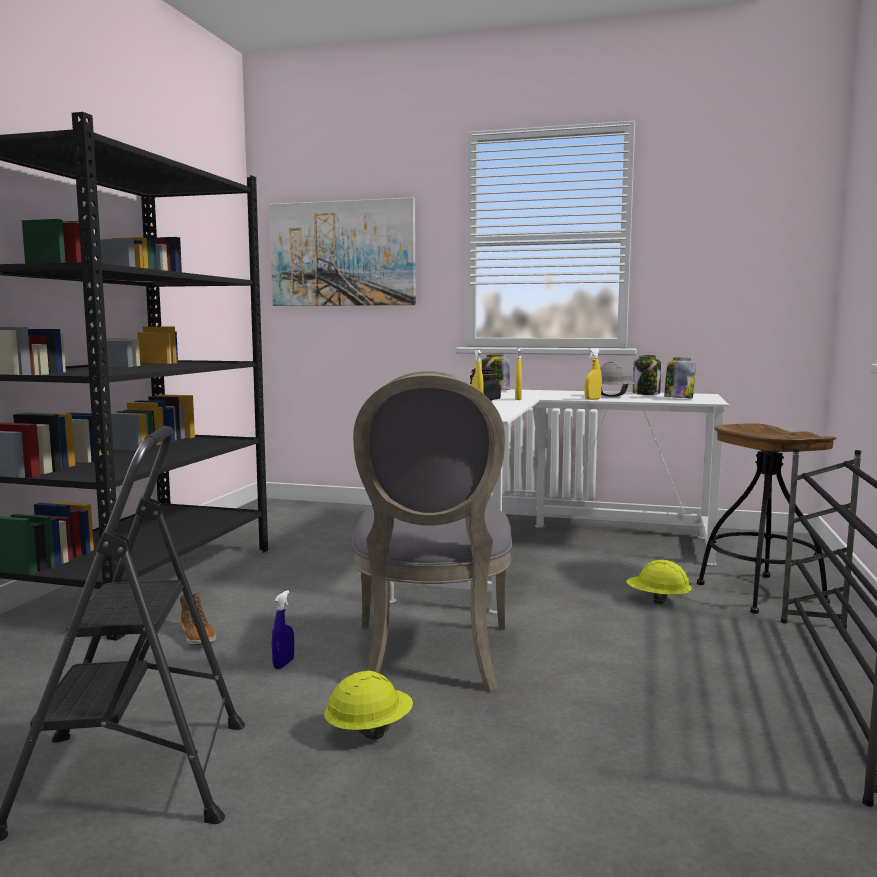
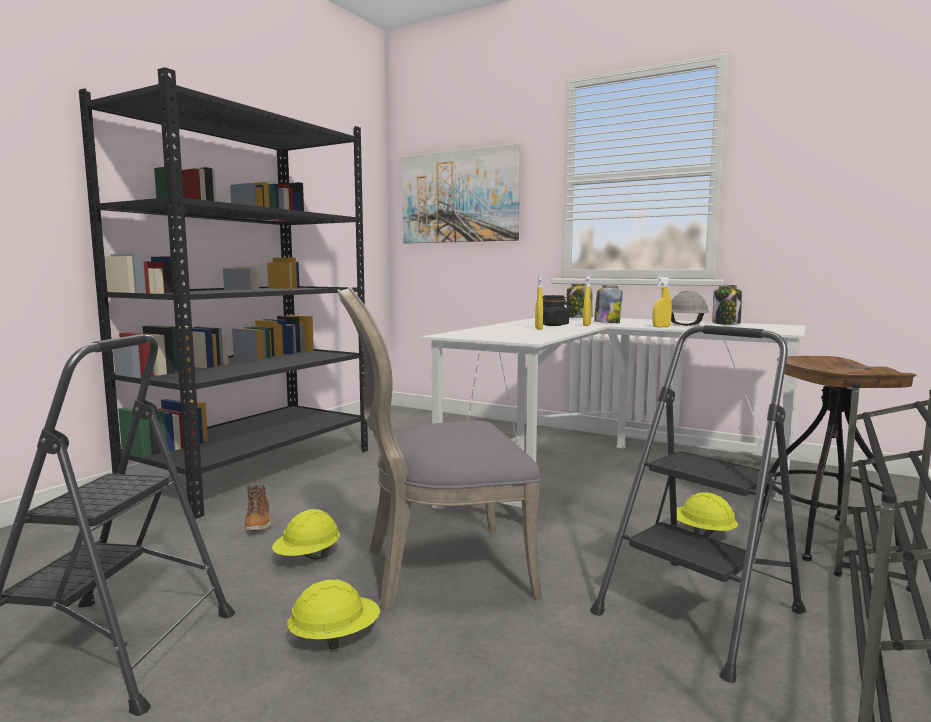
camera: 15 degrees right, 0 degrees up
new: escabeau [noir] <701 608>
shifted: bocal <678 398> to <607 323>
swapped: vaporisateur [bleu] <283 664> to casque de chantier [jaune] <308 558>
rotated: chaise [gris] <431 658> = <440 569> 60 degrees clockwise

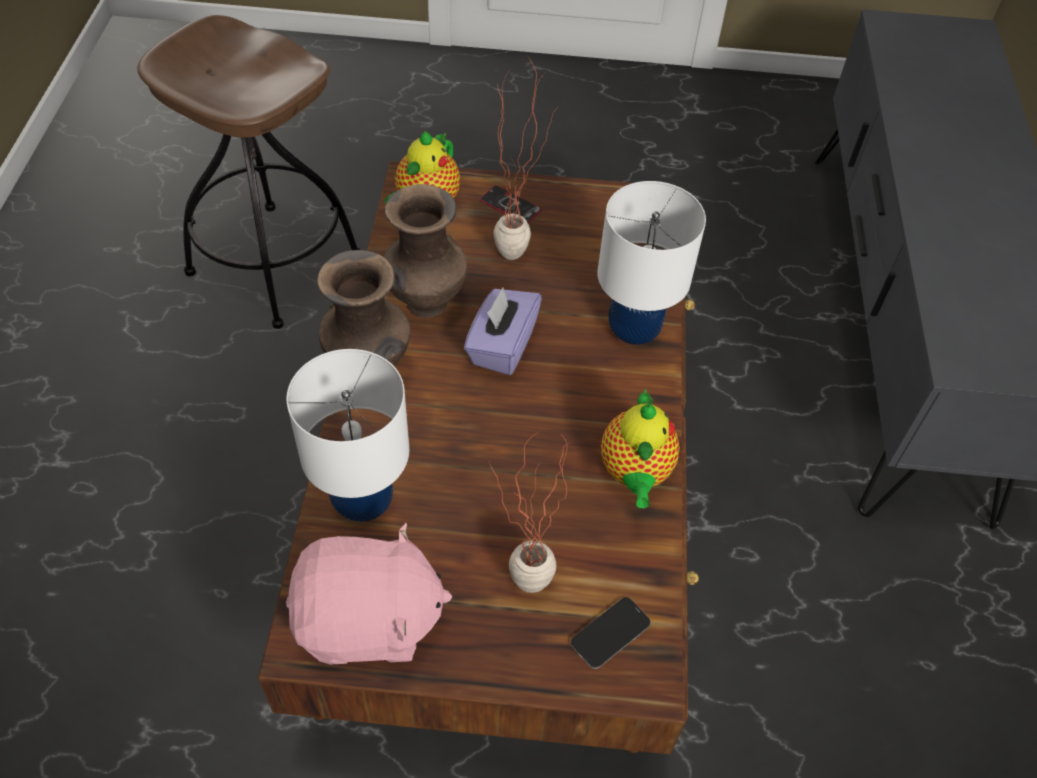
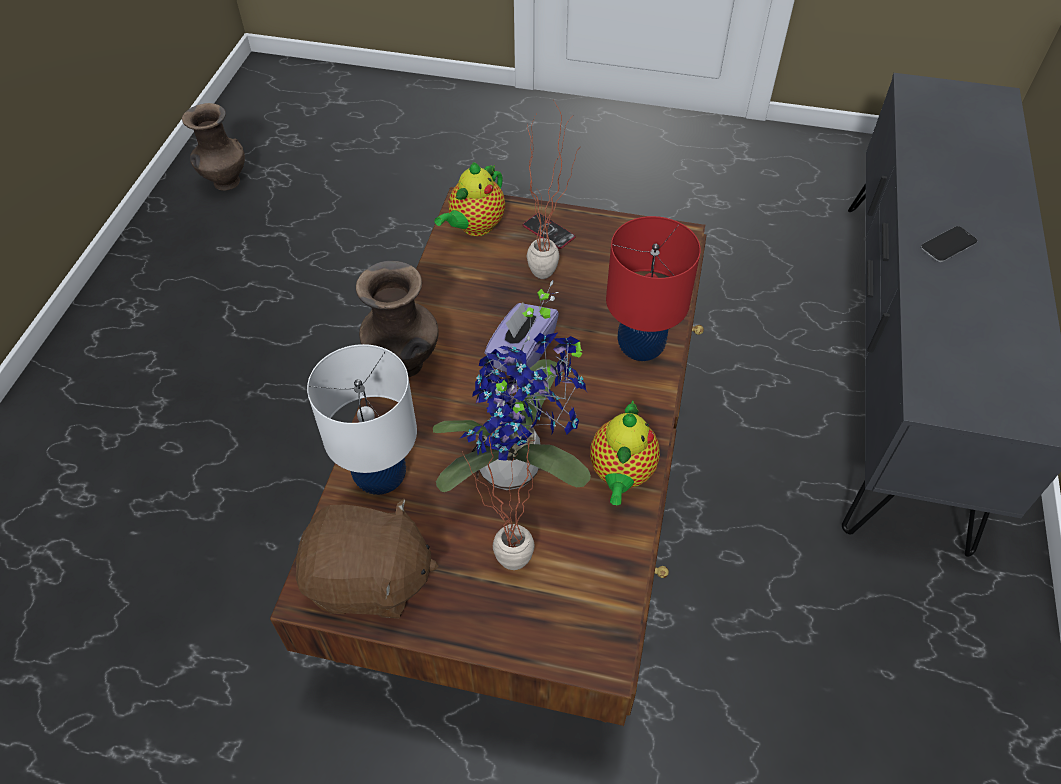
camera: 10 degrees right, 0 degrees up
gone: tabouret [marron] <273 263>
new: plante en pot <517 469>
shifted: vase [marron] <425 304> to <225 183>; téléphone <610 633> to <948 245>
repainted: peluche [rose] <368 621> to peluche [marron] <369 580>; lampe de table [blanc] <631 329> to lampe de table [rouge] <639 347>

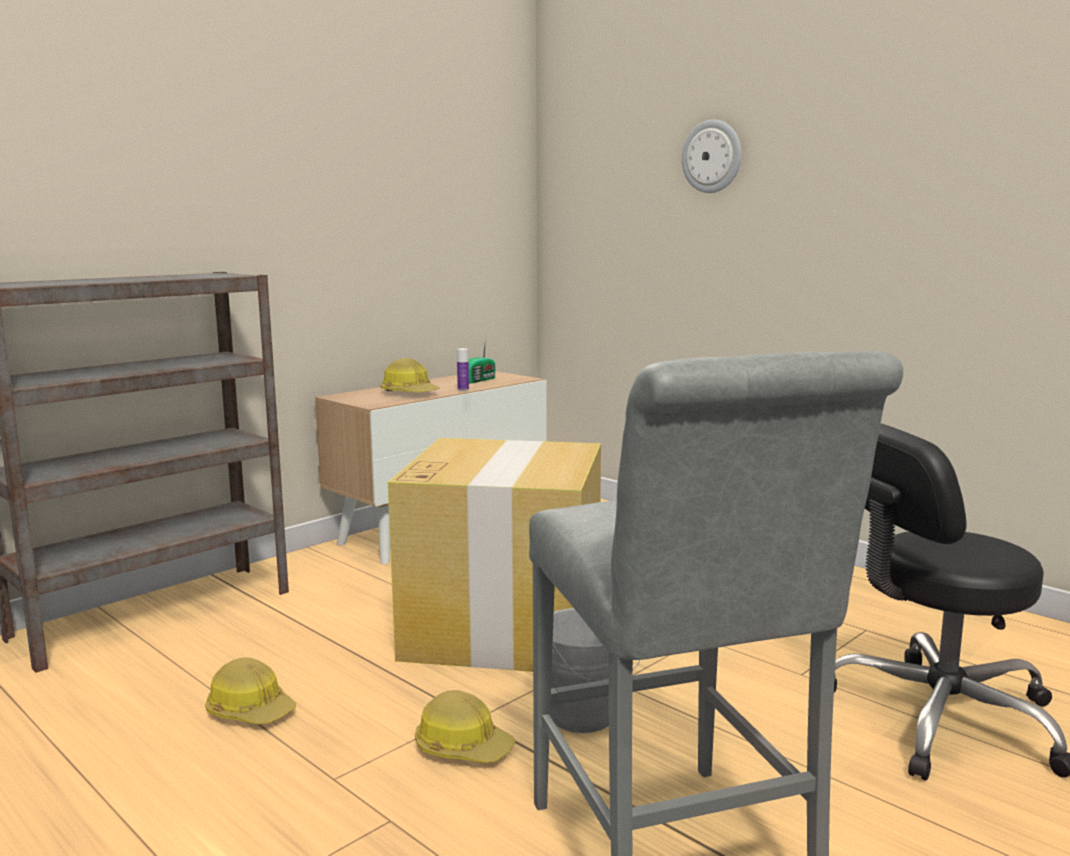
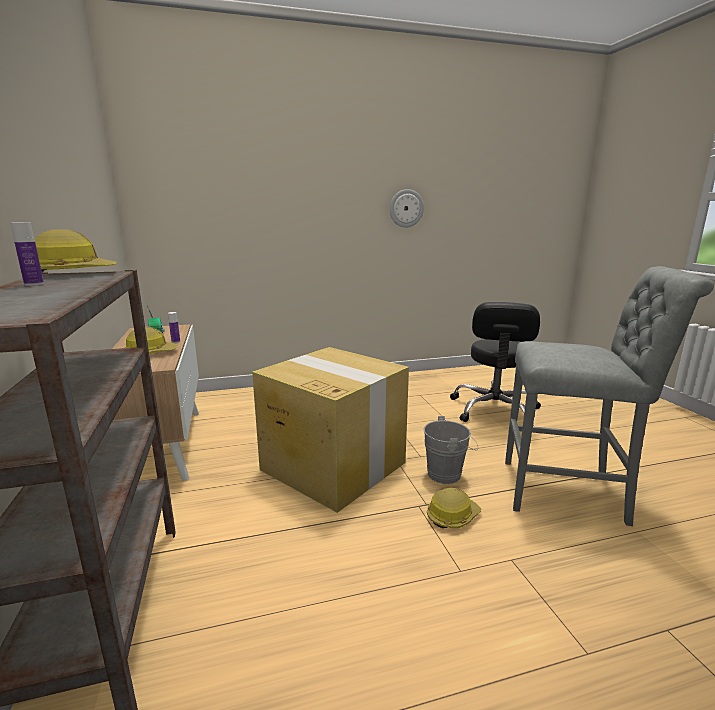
camera: 60 degrees left, 5 degrees up
new: bouteille <34 284>
shifted: casque de chantier <251 710> to <73 273>; horloge murale <712 156> to <406 208>

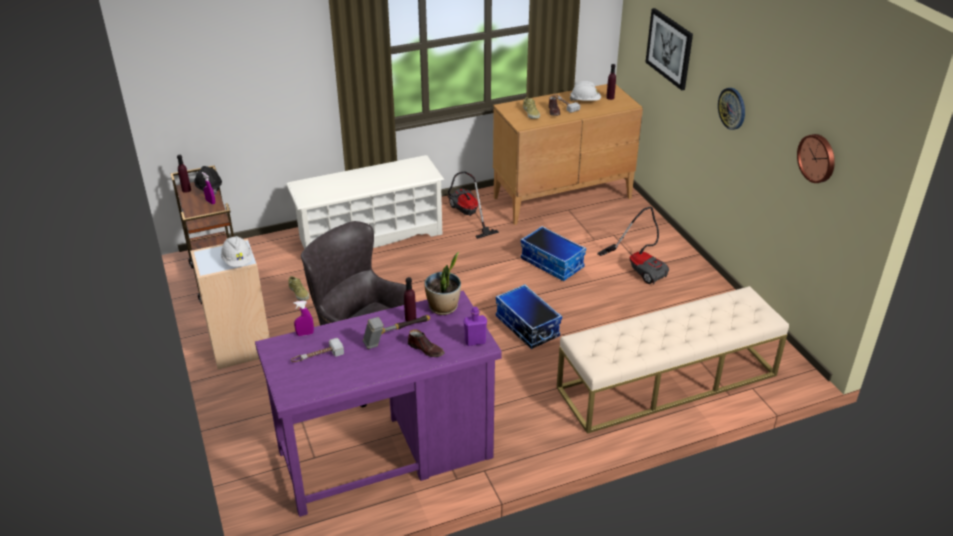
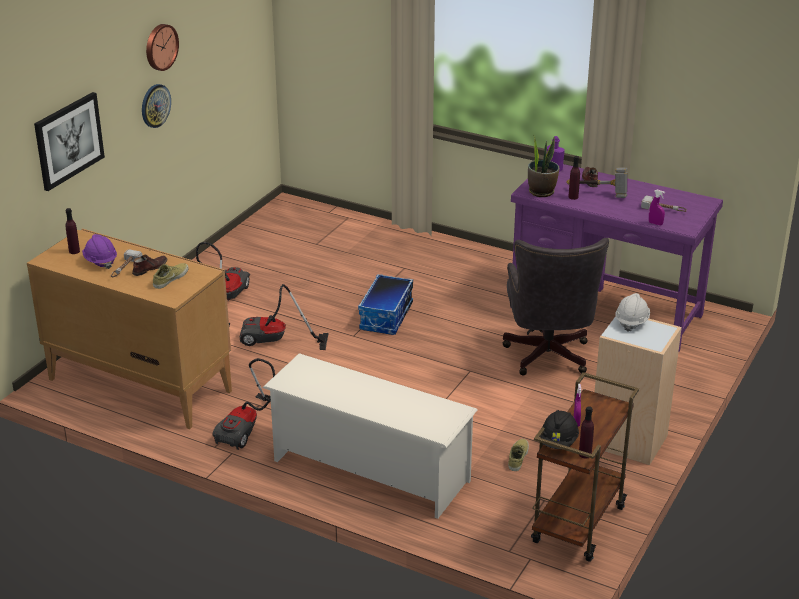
camera: 130 degrees left, 5 degrees down
gone: banc [beige] <667 382>
shifted: horloge murale <817 158> to <160 47>
swapped: boîte de rangement <552 263> to aspirateur <275 342>
repainted: casque de chantier [blanc] <585 101> to casque de chantier [violet] <100 261>

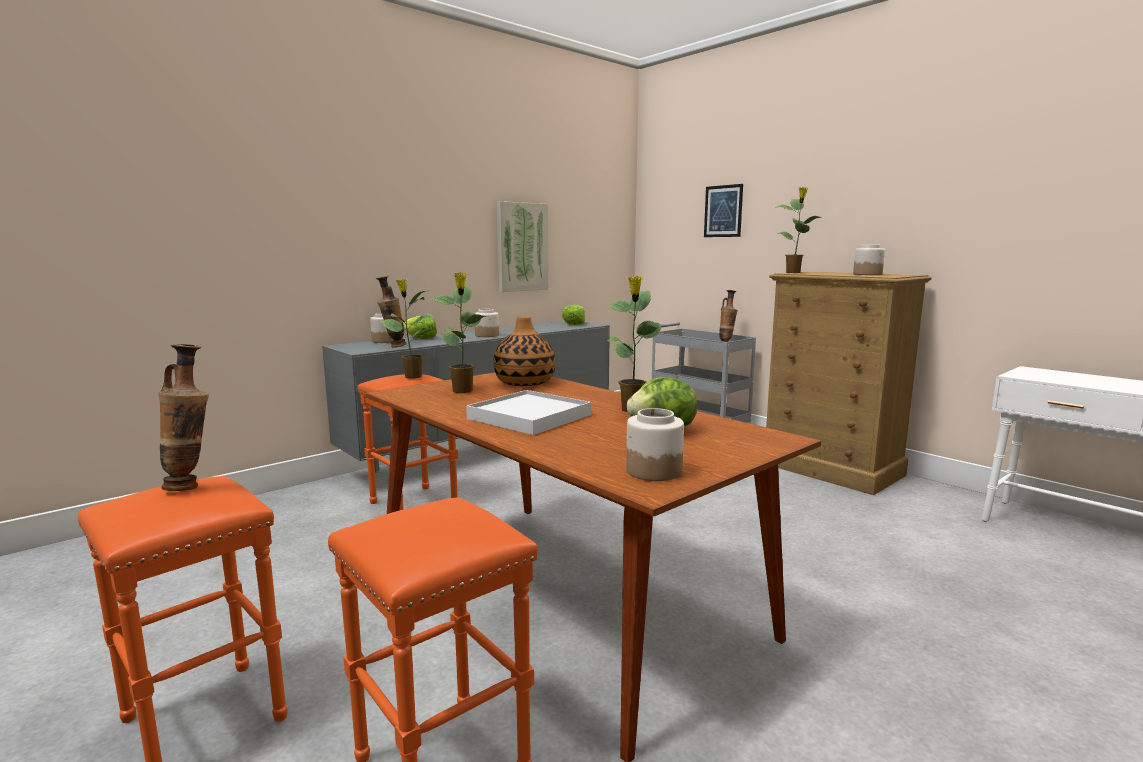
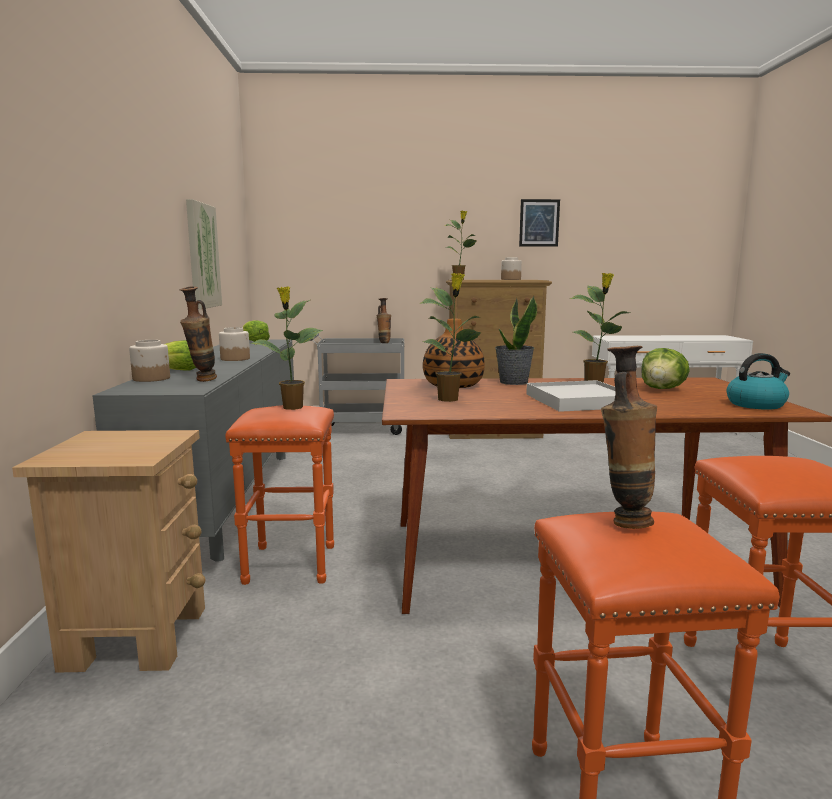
camera: 50 degrees left, 0 degrees up
new: table de chevet [beige] <139 636>; plante en pot <513 382>
shifted: tableau <723 211> to <539 223>
swapped: bocal <653 471> to bouilloire <756 404>

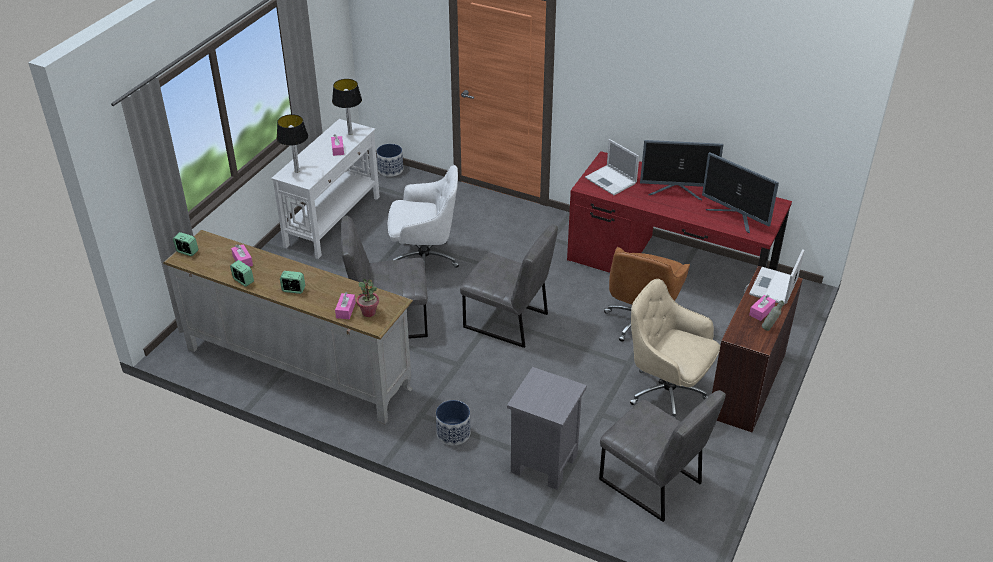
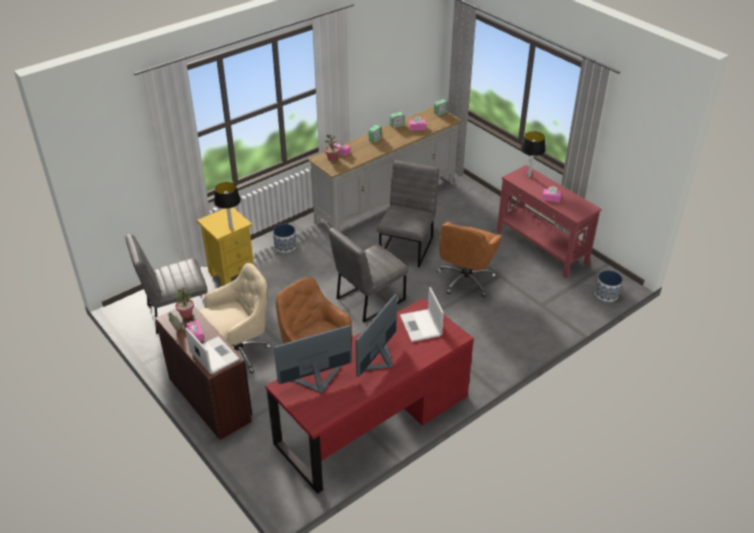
camera: 115 degrees right, 0 degrees up
new: plante en pot <186 314>
shifted: lampe de table <350 133> to <231 228>
repainted: table console [blanc] <333 221> to table console [rouge] <541 248>; chaise de bureau [blanc] <425 261> to chaise de bureau [marron] <465 280>; table de chevet [gris] <544 462> to table de chevet [jaune] <232 274>
rotated: ordinateur portable <611 181> = <421 326> 90 degrees counterclockwise

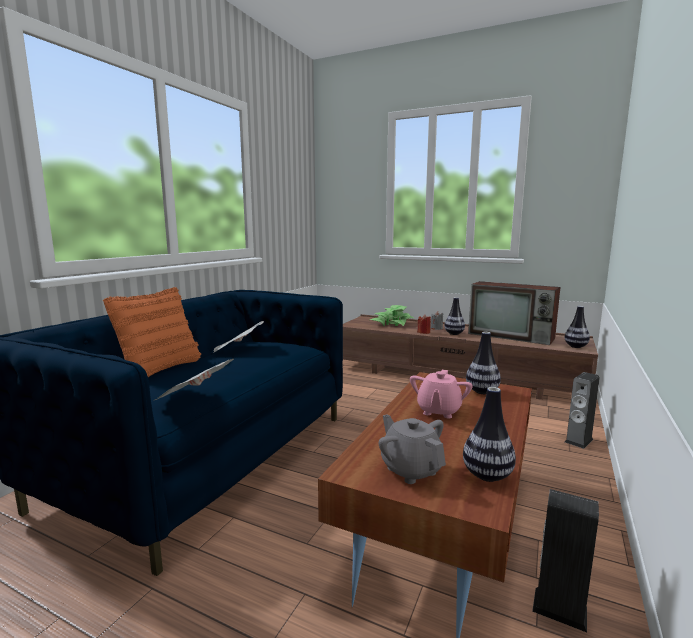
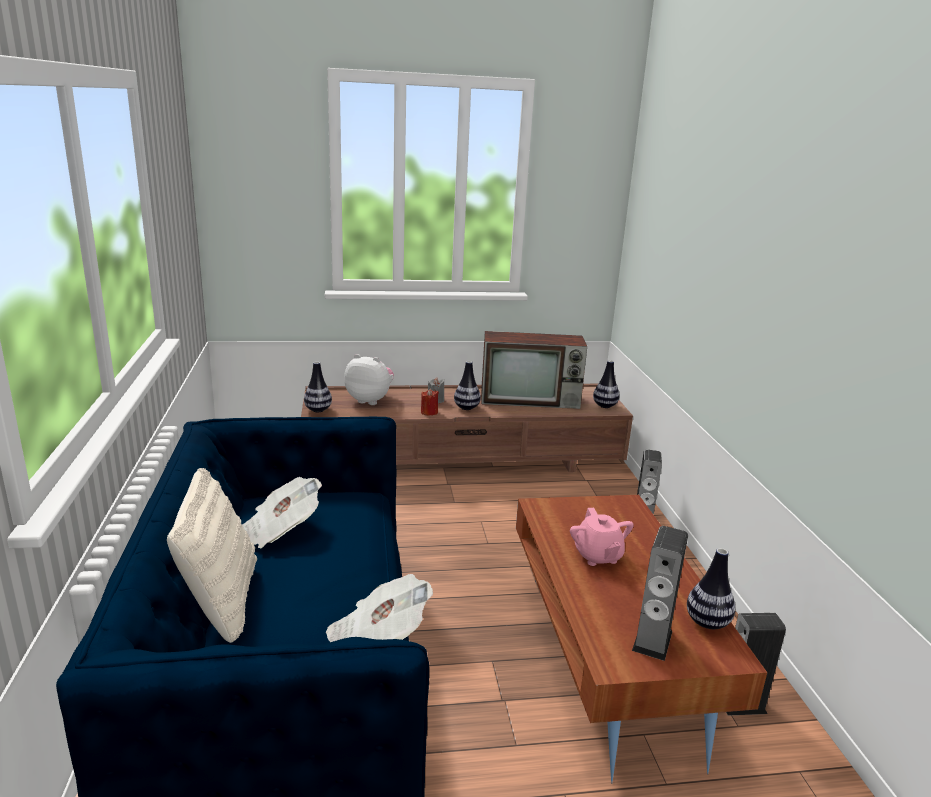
camera: 35 degrees left, 10 degrees up
shifted: vase <482 391> to <318 410>
swapped: plante en pot <392 323> to peluche <370 400>; théière [gris] <411 469> to enceinte <652 641>
repainted: coussin [orange] <160 370> to coussin [beige] <221 602>

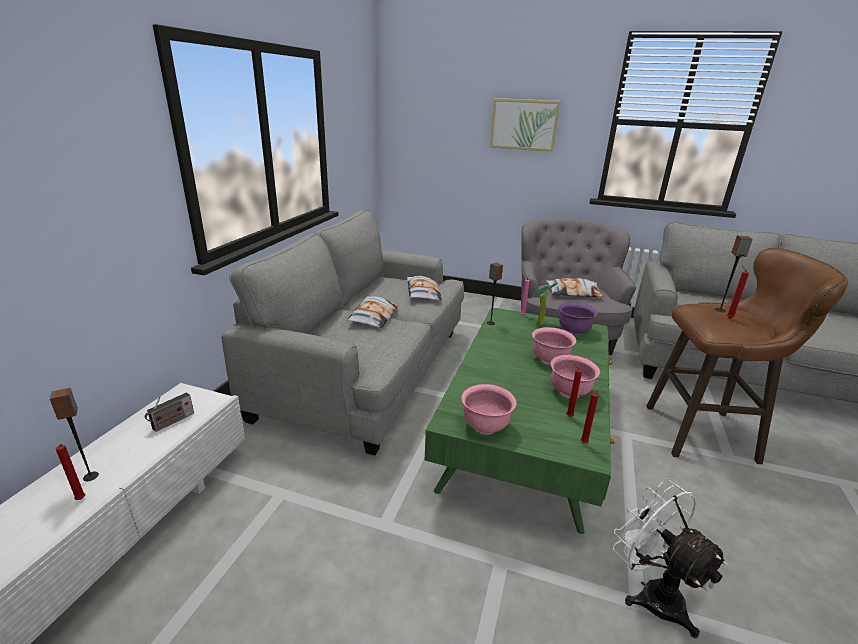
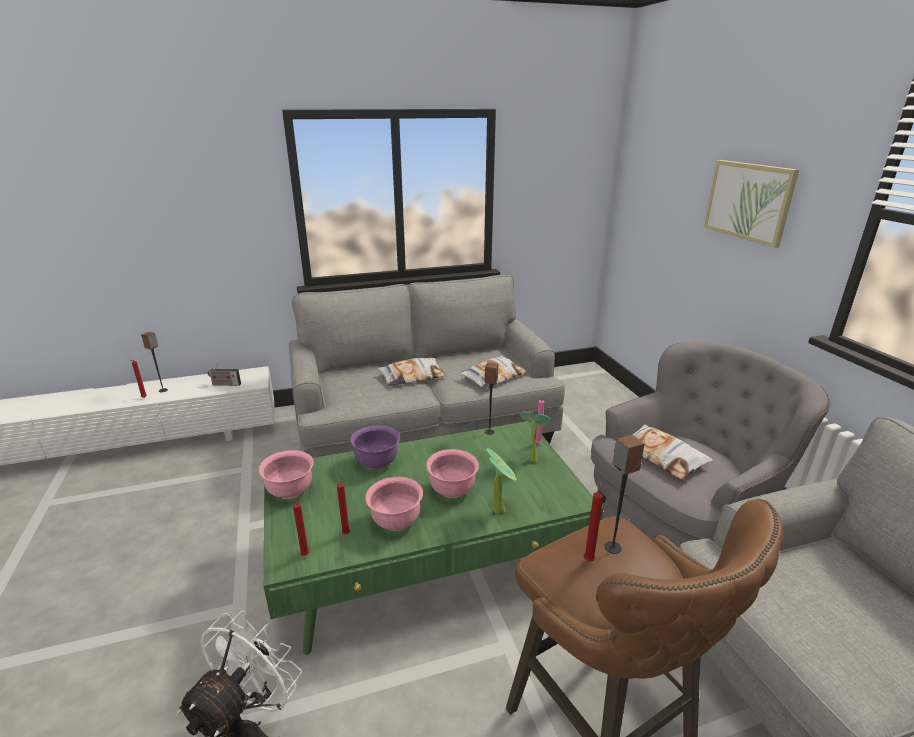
camera: 55 degrees right, 0 degrees up
new: plante en pot <500 509>
shifted: bol [violet] <574 331> to <377 463>

